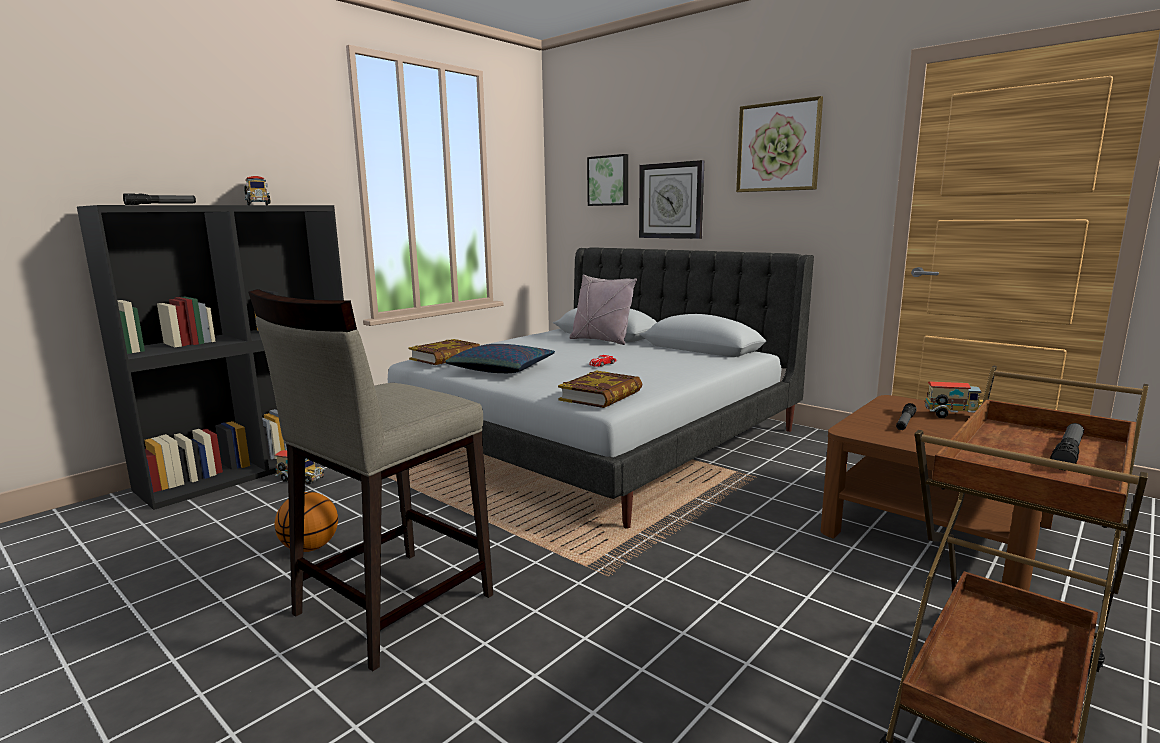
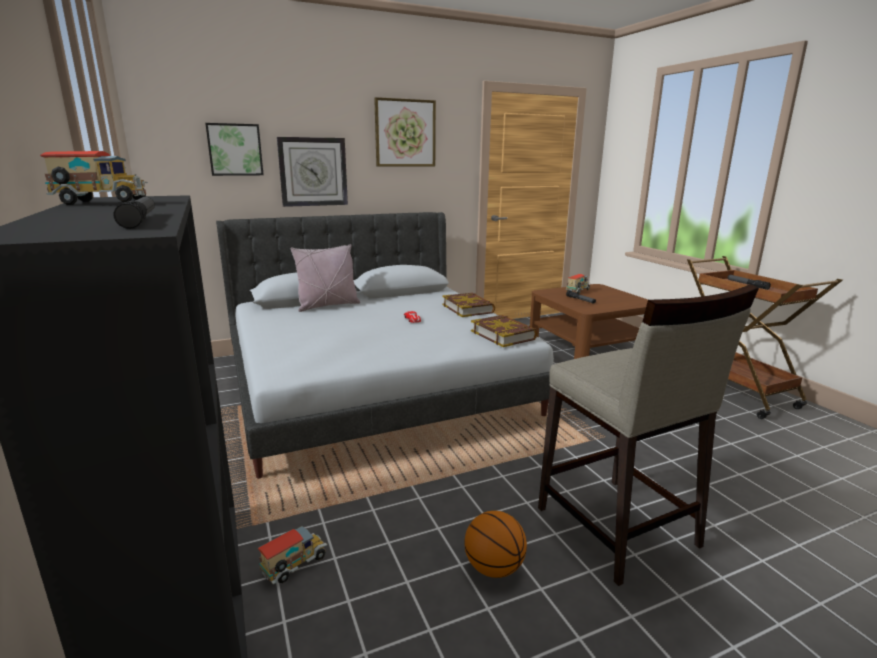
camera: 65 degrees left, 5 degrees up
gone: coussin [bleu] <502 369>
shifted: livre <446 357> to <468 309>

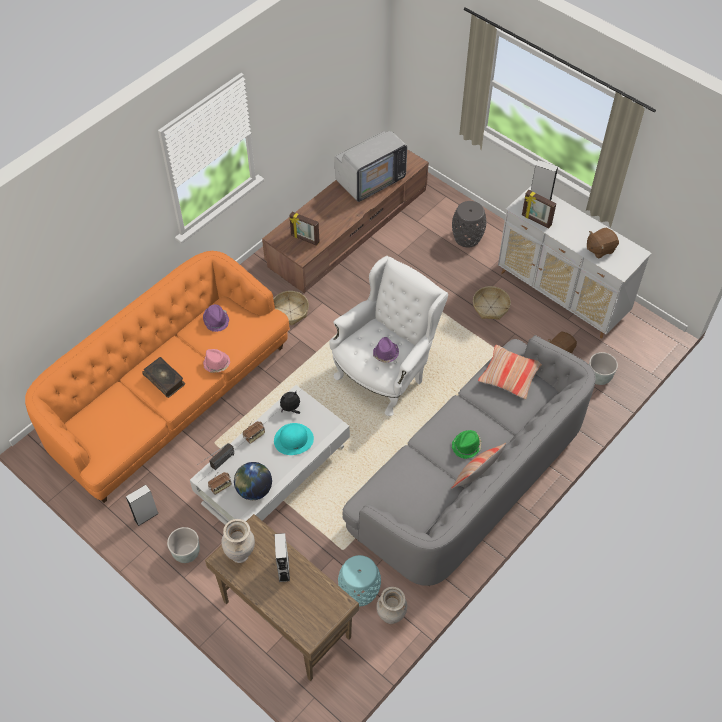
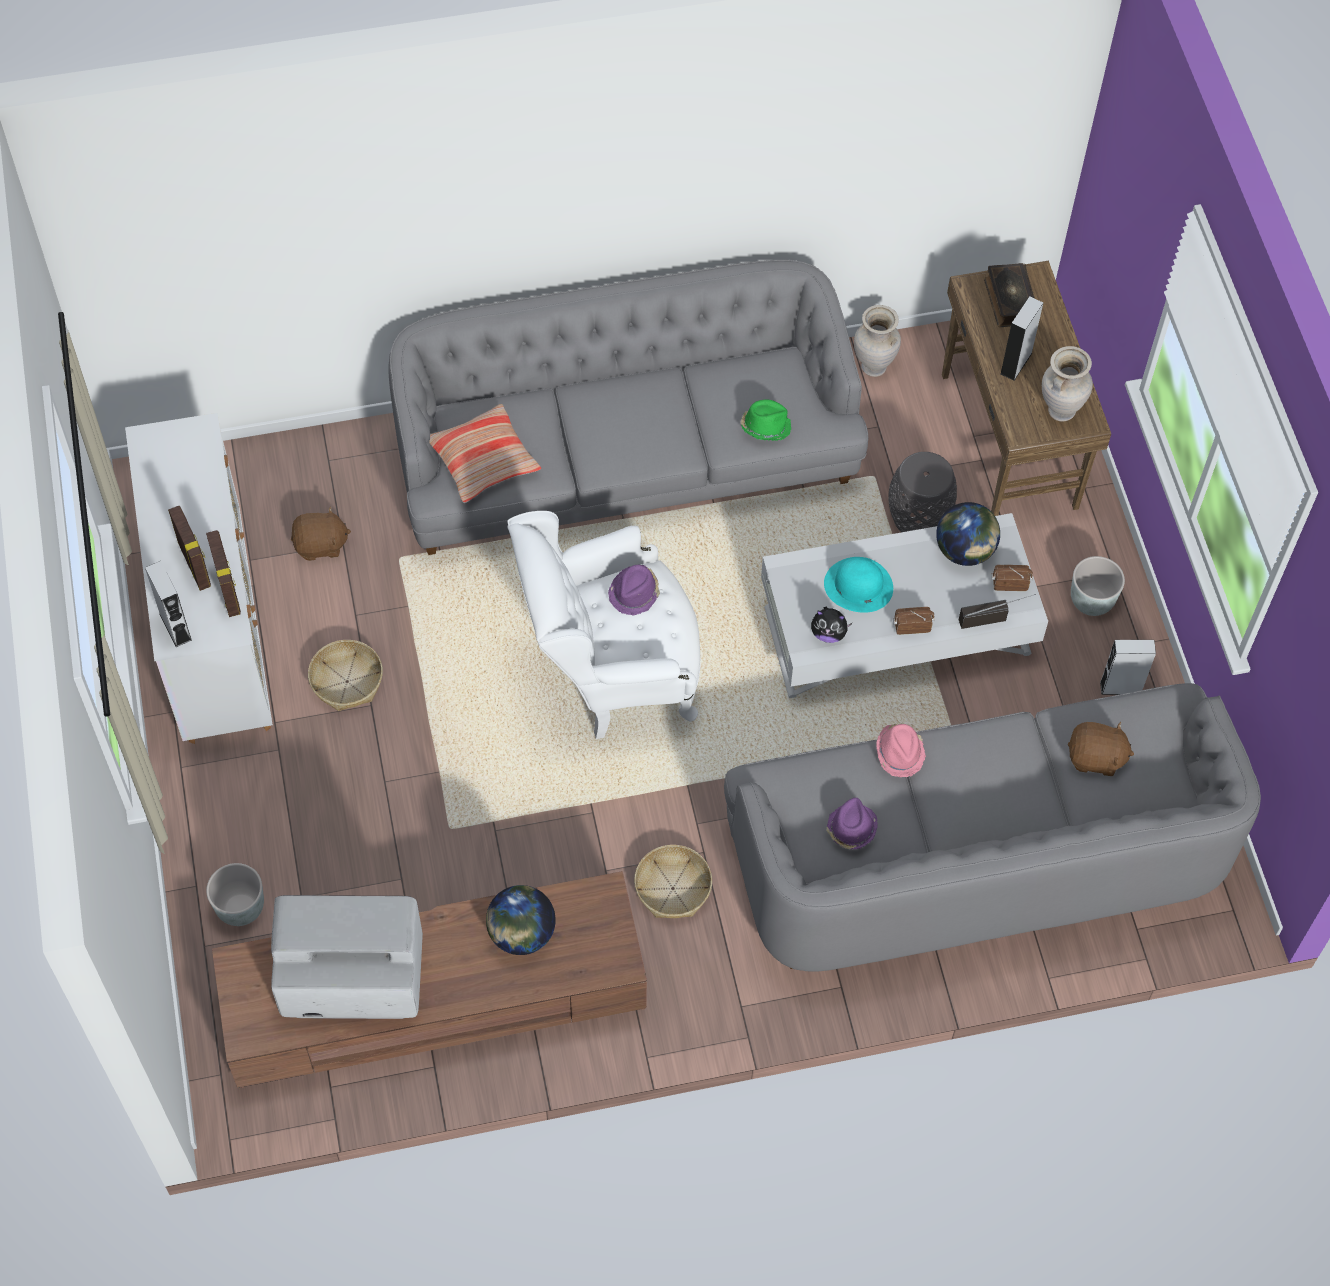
camera: 145 degrees left, 5 degrees up
gone: tabouret [turquoise] <359 591>; coussin <475 477>
new: globe <521 934>
shifted: livre <165 380> to <1010 301>; cadre photo <304 239> to <195 565>; tabouret [gris] <467 238> to <918 517>; chapeau [vert] <467 446> to <765 426>; peluche [marron] <600 249> to <1096 758>; cache-pot [gris] <598 377> to <240 909>
repainted: canapé [orange] <169 398> to canapé [gris] <978 857>

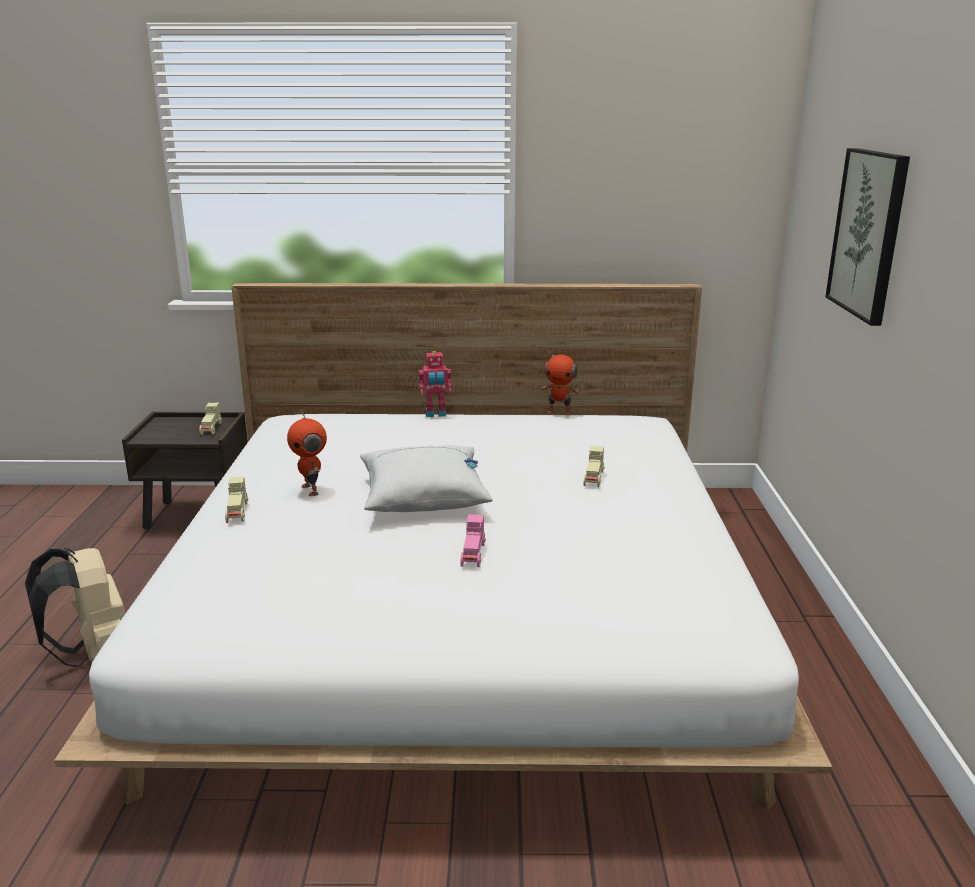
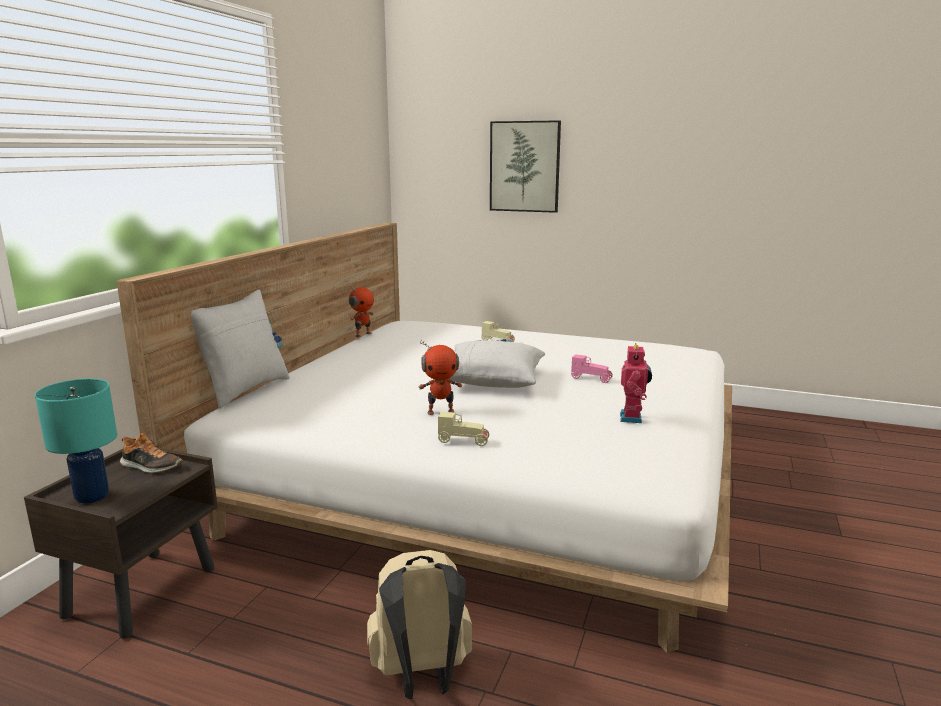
camera: 70 degrees left, 5 degrees down
new: lampe de table [turquoise] <94 496>; coussin [gris] <245 391>
shifted: robot jouet <435 414> to <633 418>
swapped: petite voiture [beige] <211 429> to chaussure <151 466>

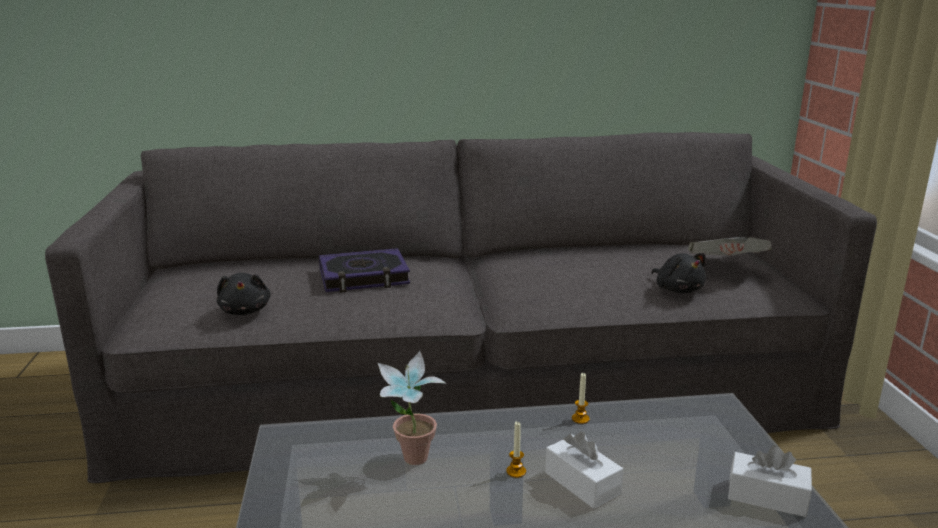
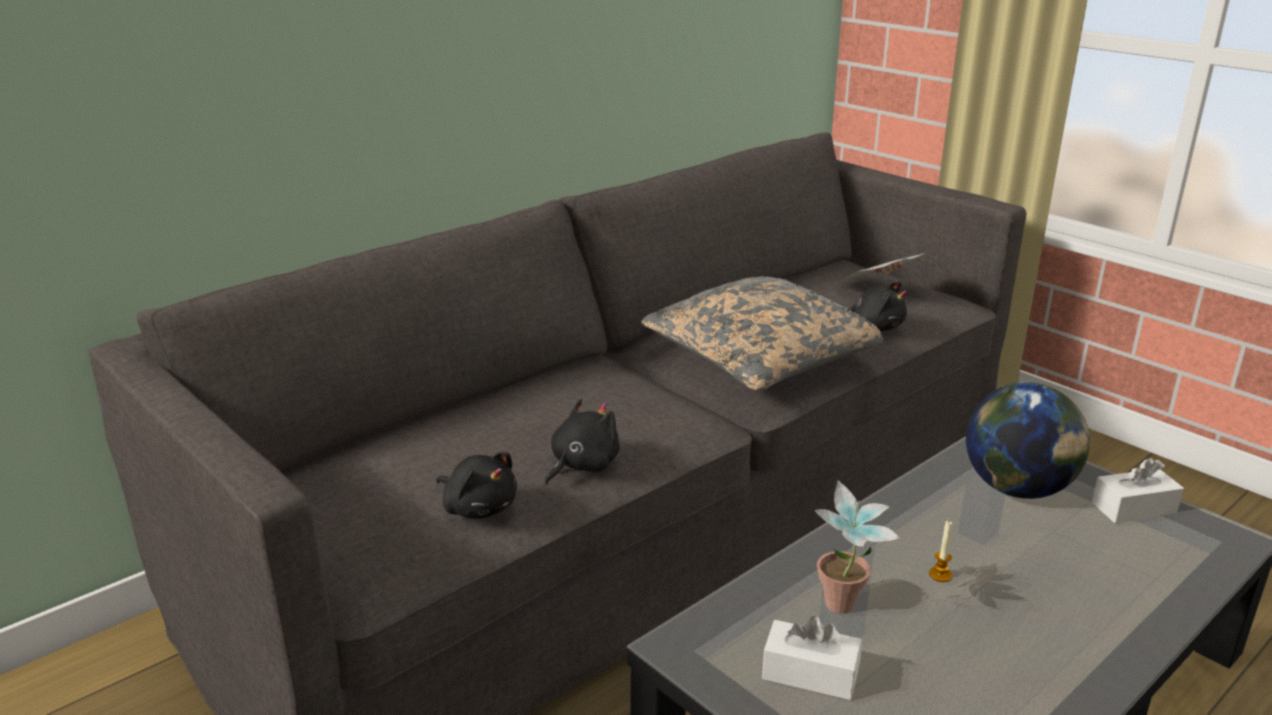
camera: 35 degrees left, 5 degrees up
gone: livre <364 277>; bougie <580 419>
new: peluche [noir] <582 465>; coussin [gris] <762 356>; globe <1018 489>
shifted: boîte à mouchoirs [blanc] <582 483> to <810 674>

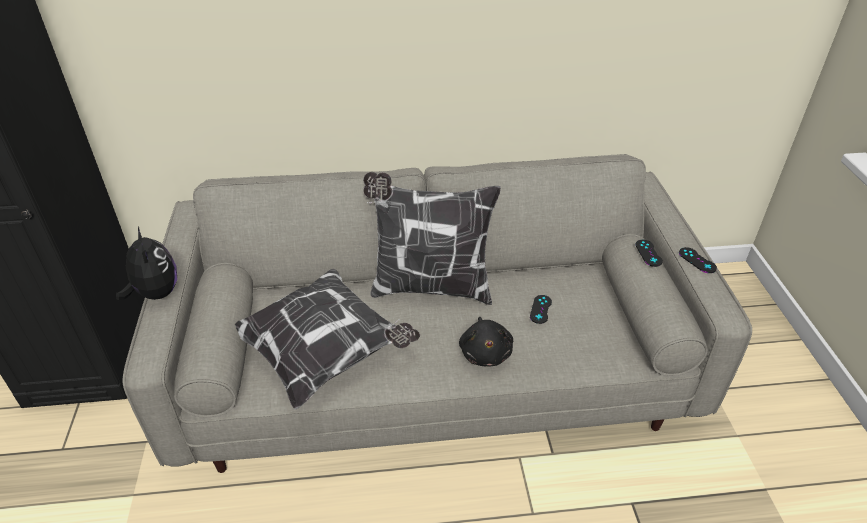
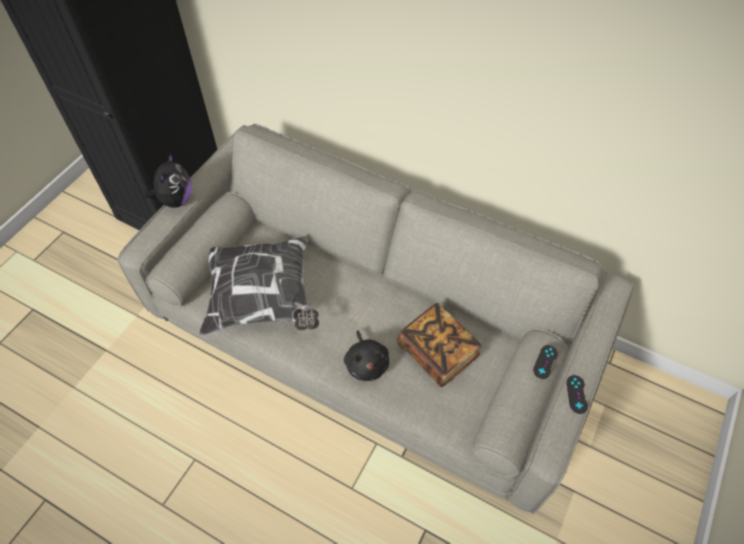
camera: 35 degrees right, 15 degrees up
gone: coussin <429 287>
swapped: manette [noir] <540 309> to livre <437 352>
rotated: peluche [noir] <485 352> = <366 363> 45 degrees counterclockwise

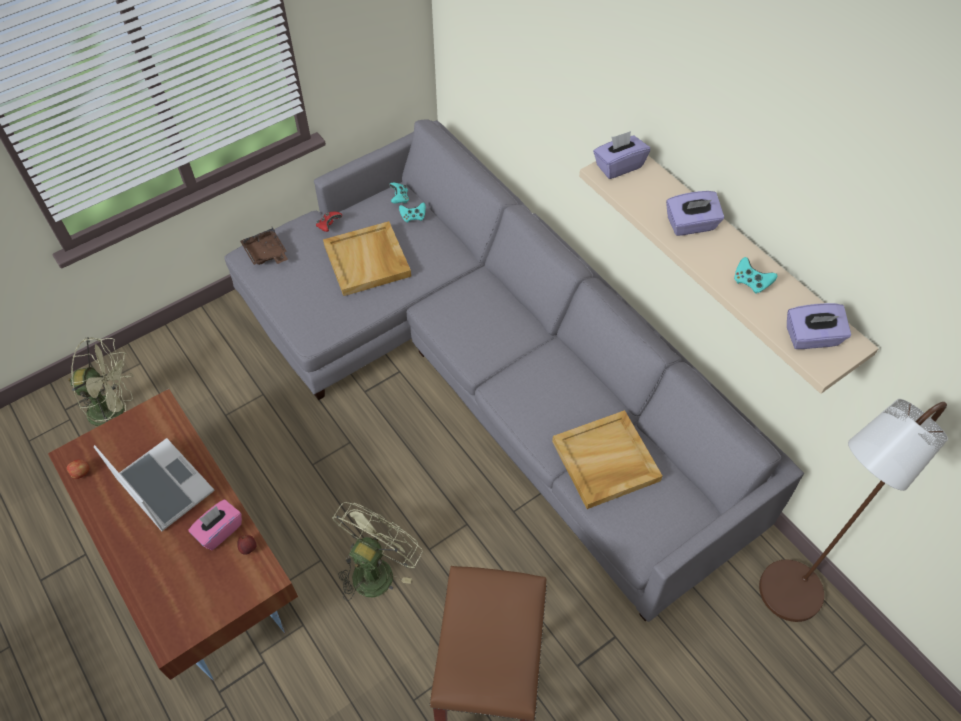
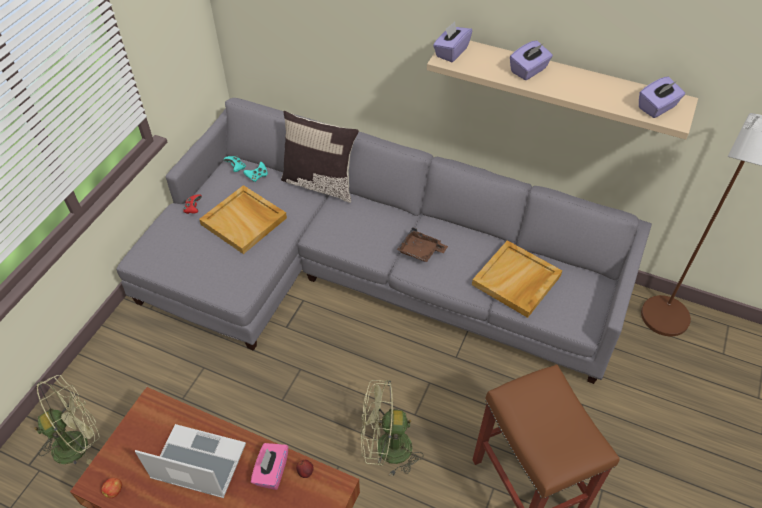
camera: 30 degrees left, 5 degrees down
gone: manette [turquoise] <750 282>
new: coussin <320 184>
shifted: plateau [marron] <266 253> to <420 251>
rotated: ventilateur [vert] <376 568> = <385 449> 90 degrees counterclockwise

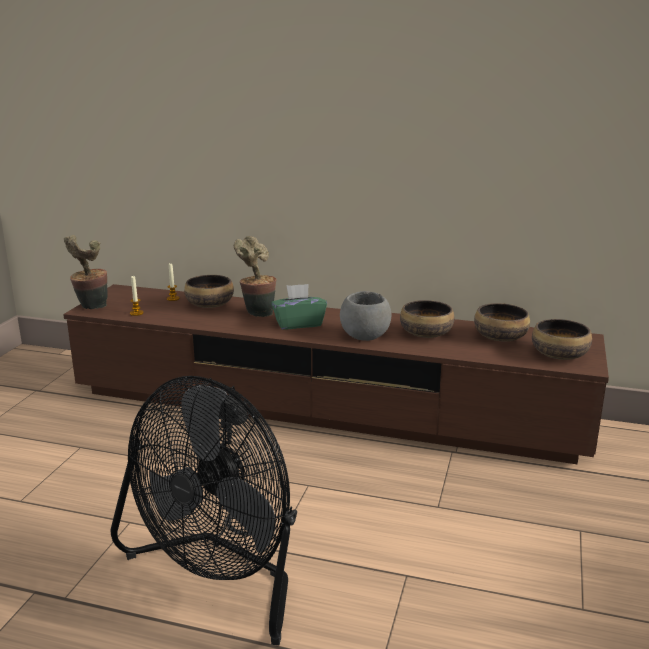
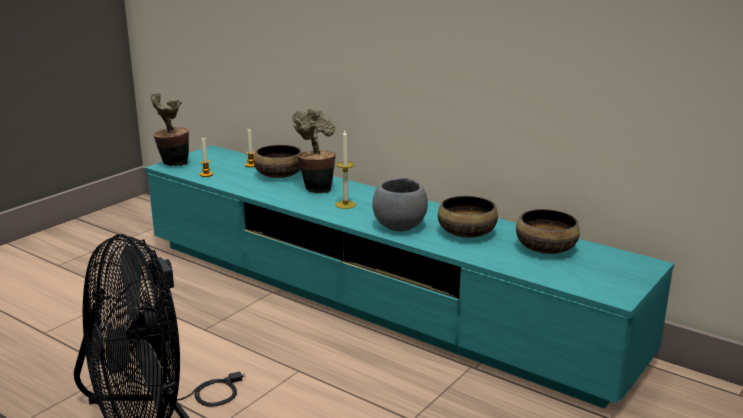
camera: 20 degrees right, 0 degrees up
gone: bol <559 355>
swapped: boîte à mouchoirs [vert] <298 323> to bougie <345 204>
repainted: meuble télé [marron] <324 408> to meuble télé [turquoise] <372 298>

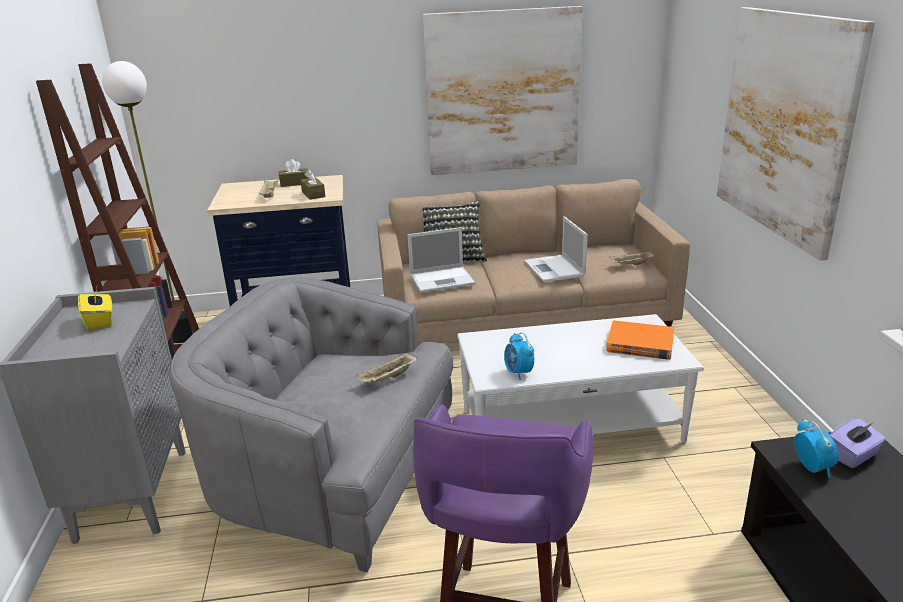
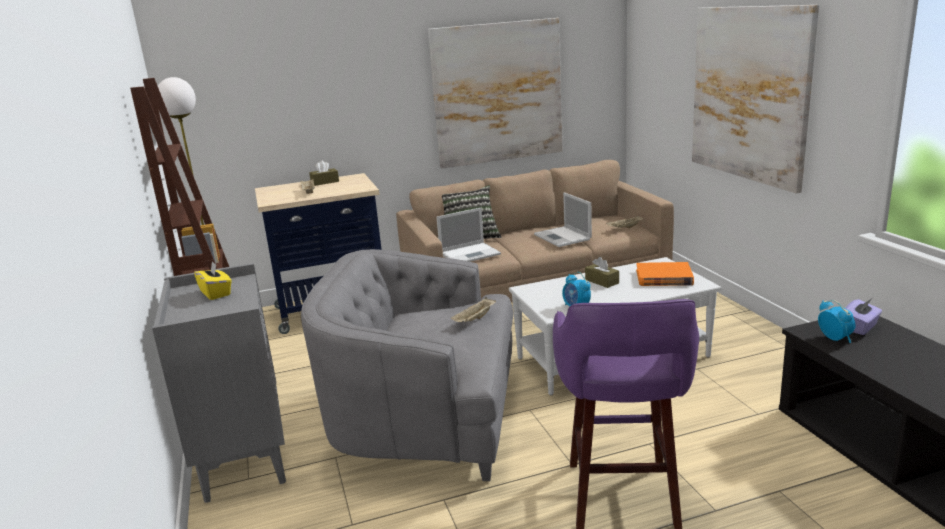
camera: 10 degrees left, 5 degrees down
shifted: boîte à mouchoirs [marron] <313 194> to <602 281>

